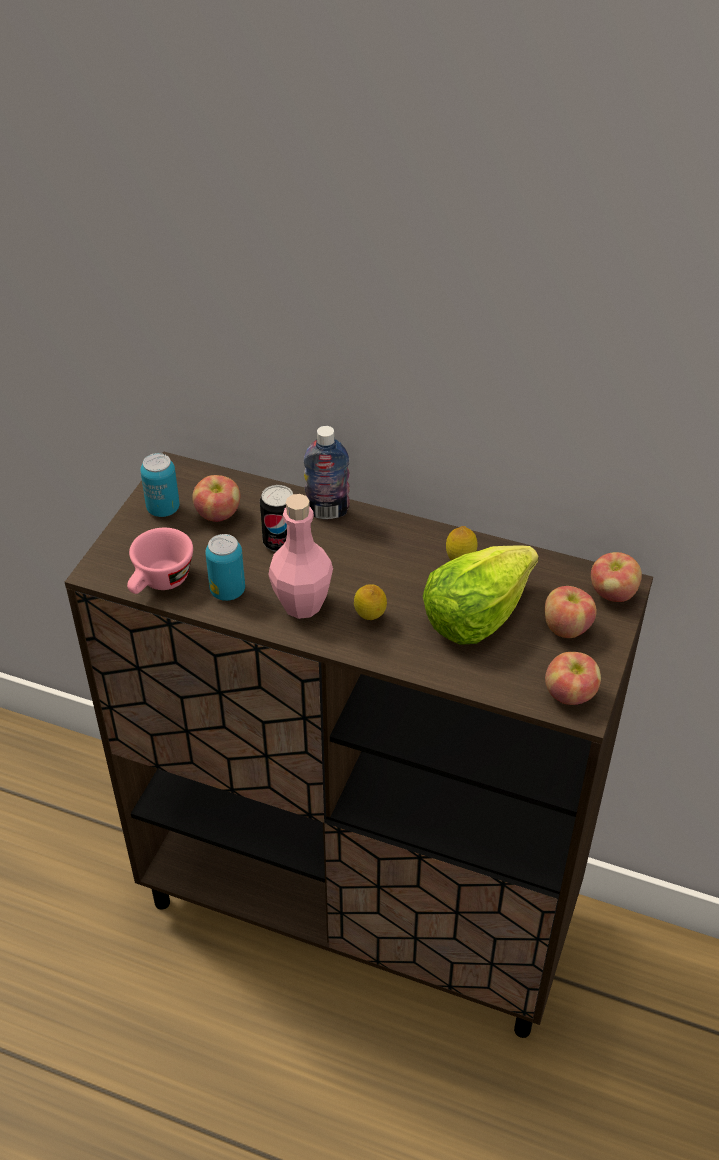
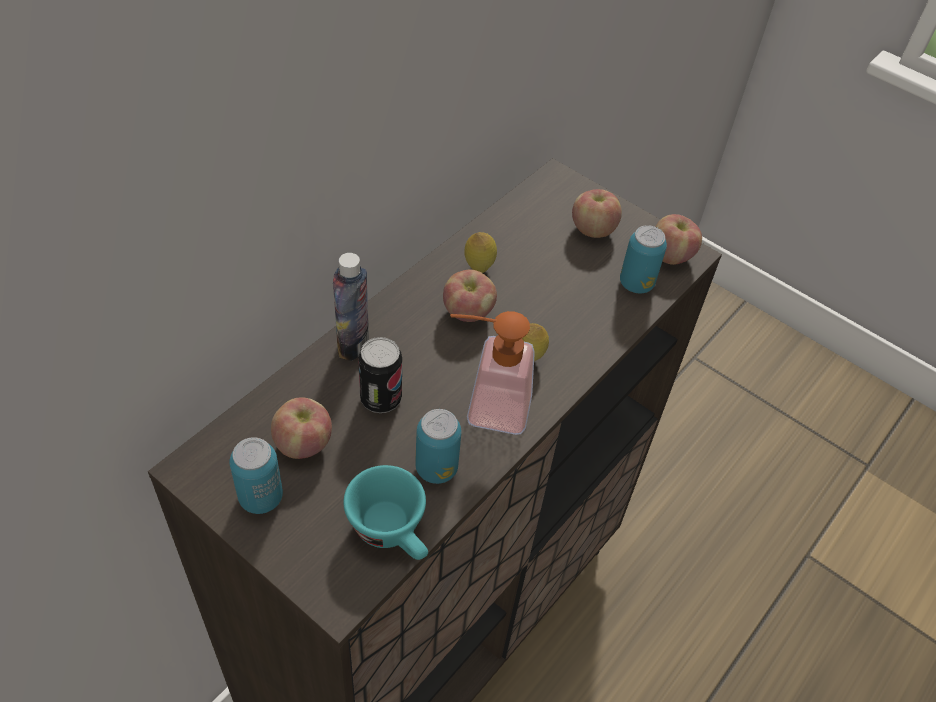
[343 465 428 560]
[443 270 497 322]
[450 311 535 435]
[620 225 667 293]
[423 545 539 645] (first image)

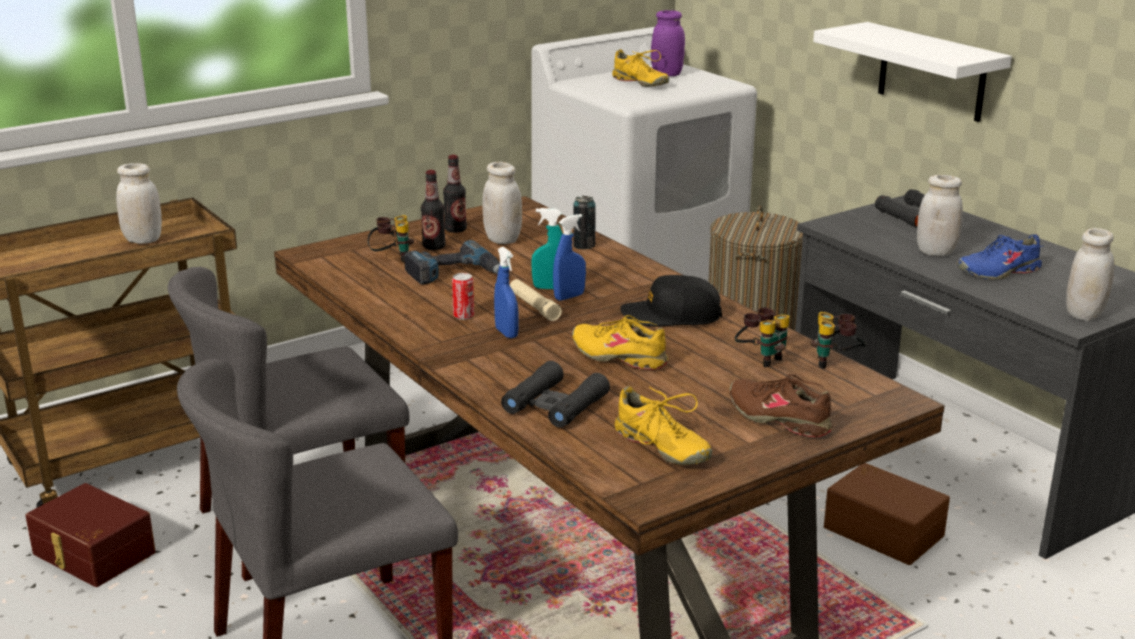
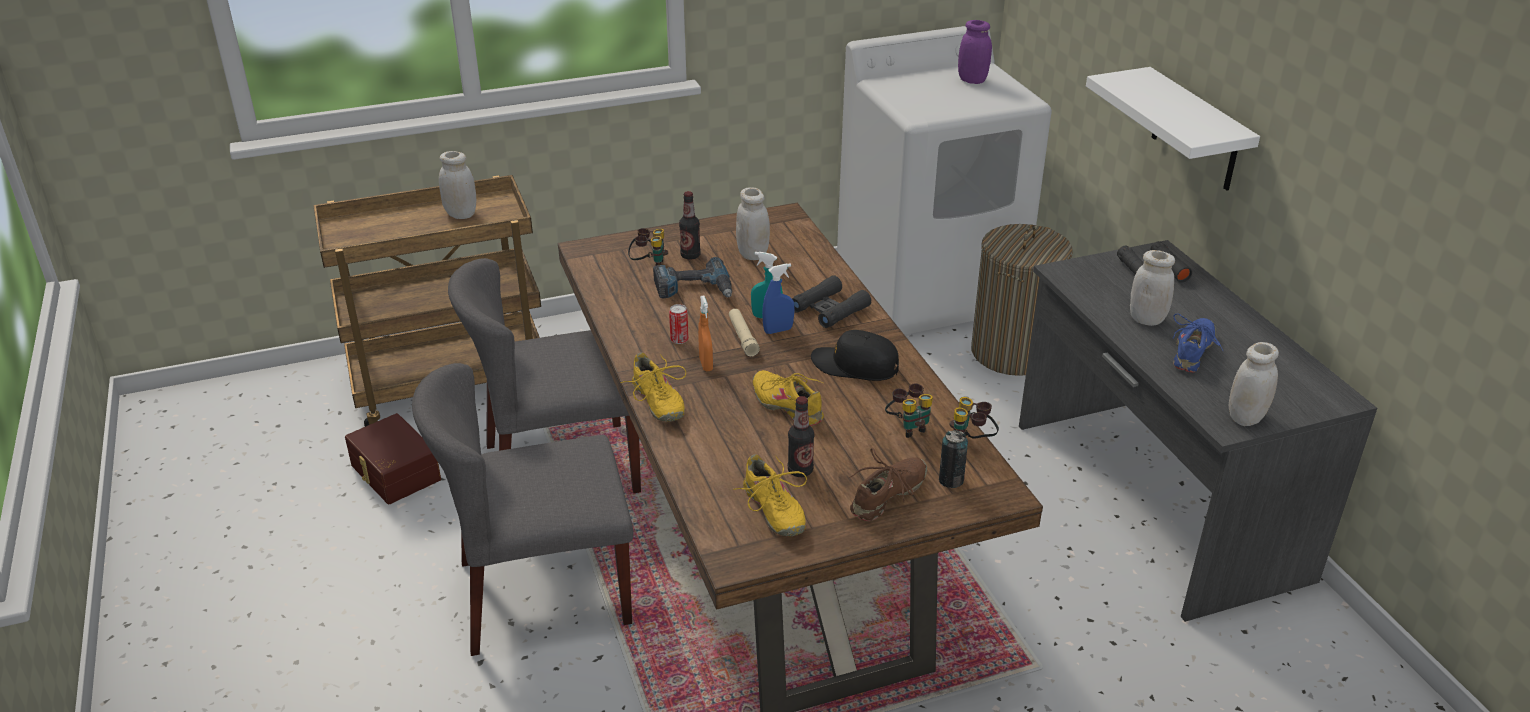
[621 352 686 422]
[698 295 713 371]
[788 396 814 477]
[792 275 871 328]
[849 448 927 521]
[939 430 968 488]
[1173 314 1223 373]
[824 463 950 565] (first image)

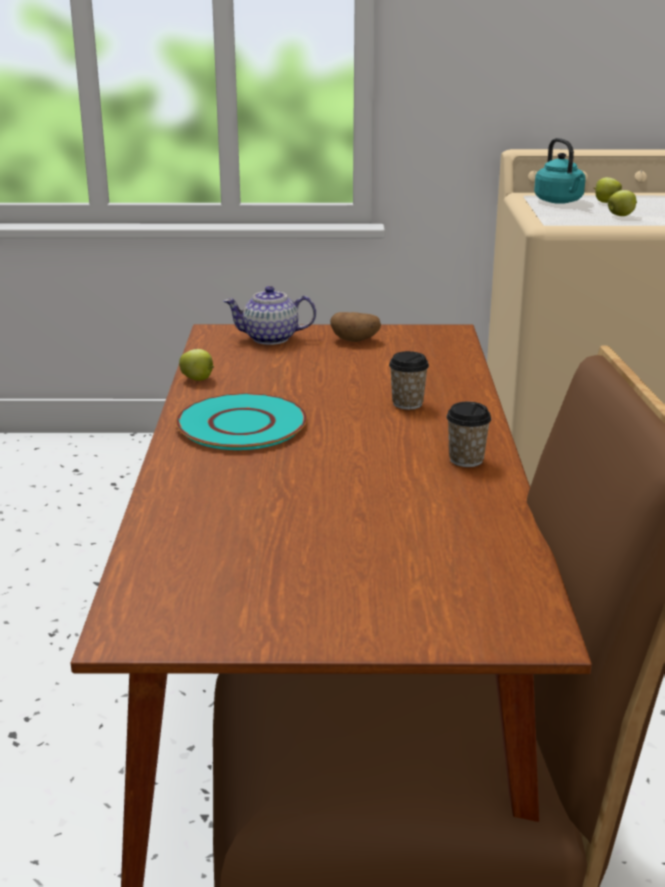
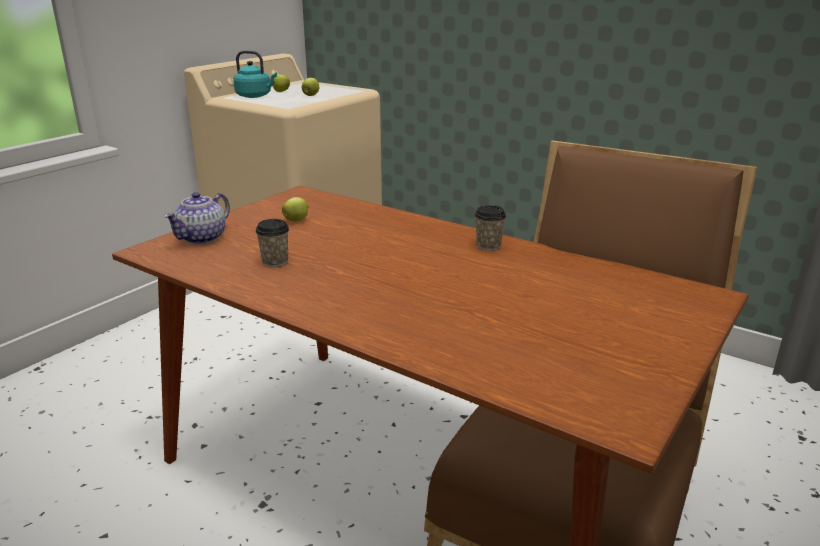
[255 219 289 267]
[282 197 309 221]
[176 393 307 450] (first image)
[330 312 381 342] (first image)

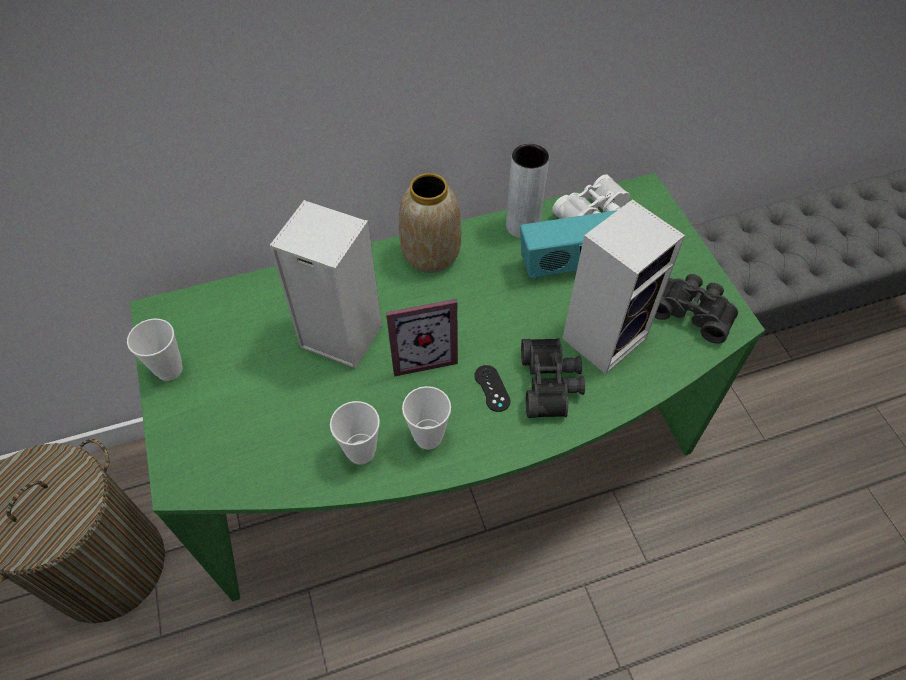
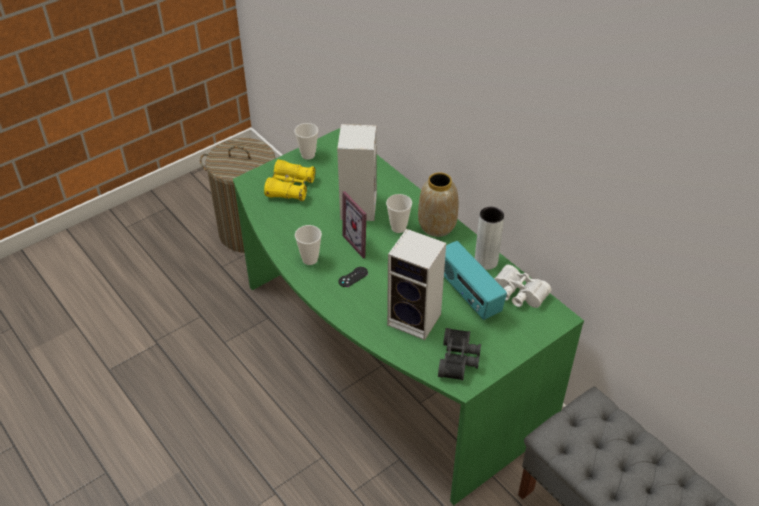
[264 160 315 201]
[386 194 412 233]
[521 338 585 418] (first image)

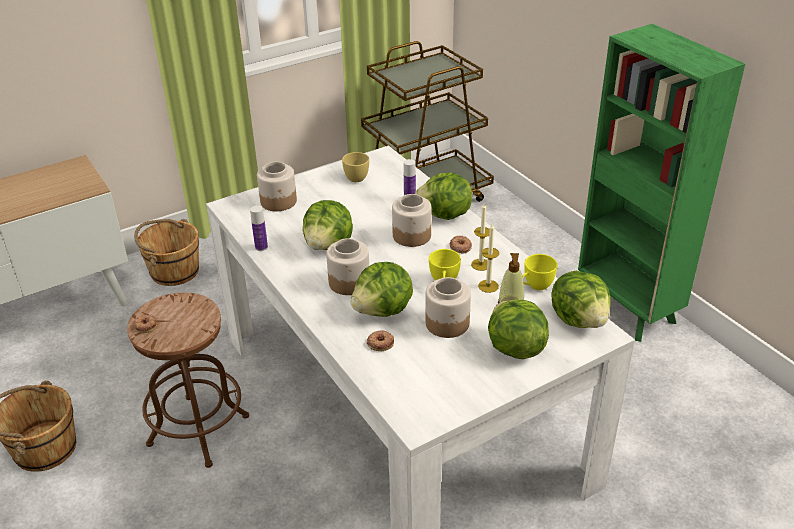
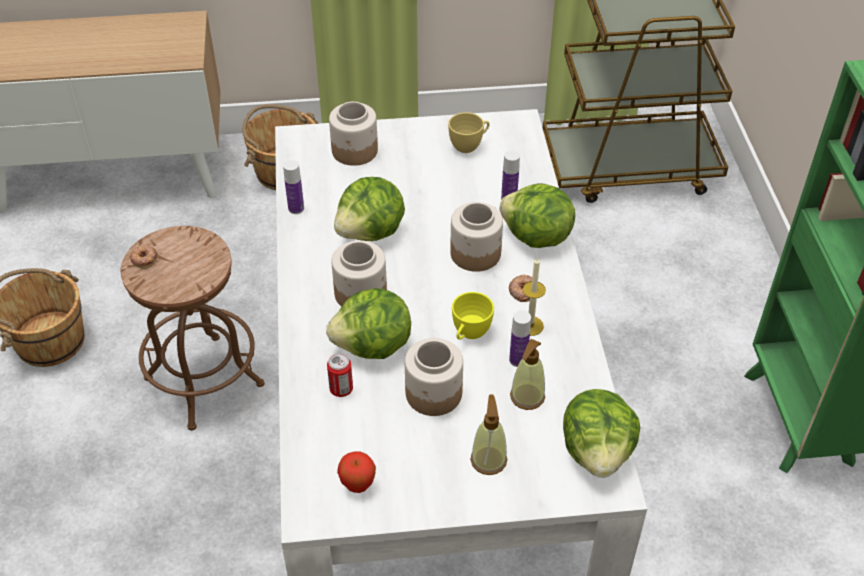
[327 353 353 397]
[337 451 376 493]
[470 394 507 475]
[509 310 531 367]
[522 254 558 290] (first image)

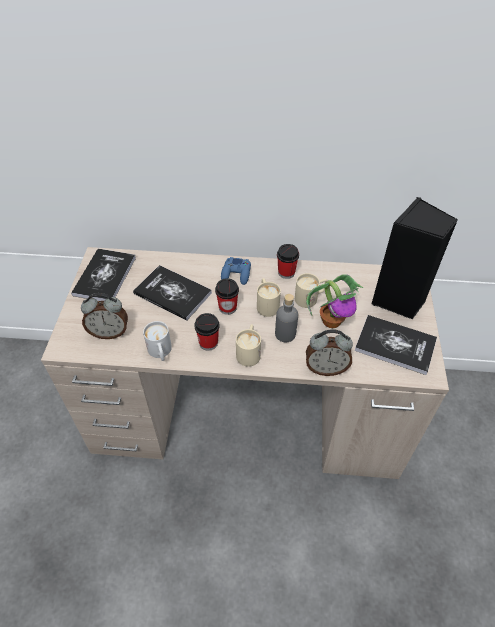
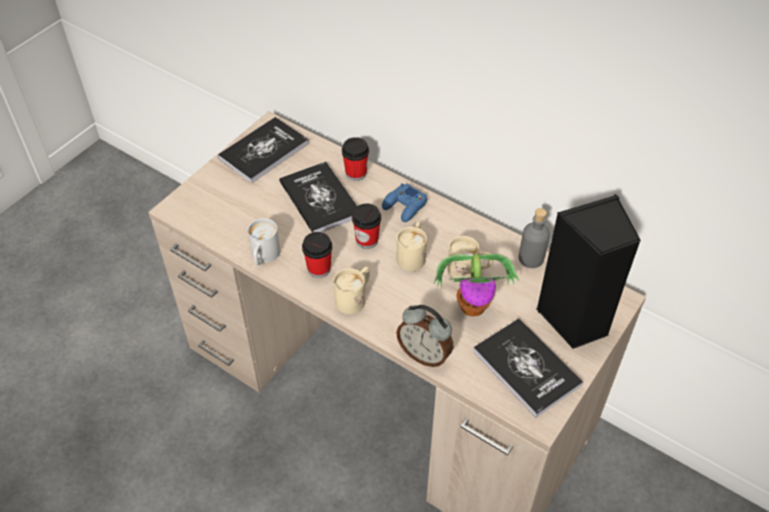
[342 137 369 181]
[518 208 550 268]
[81 293 128 339] (first image)

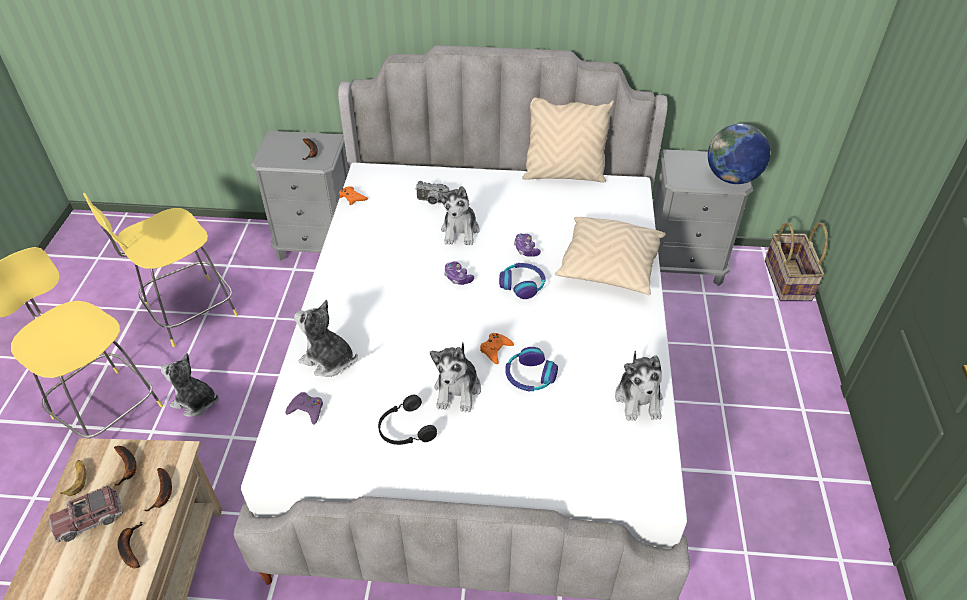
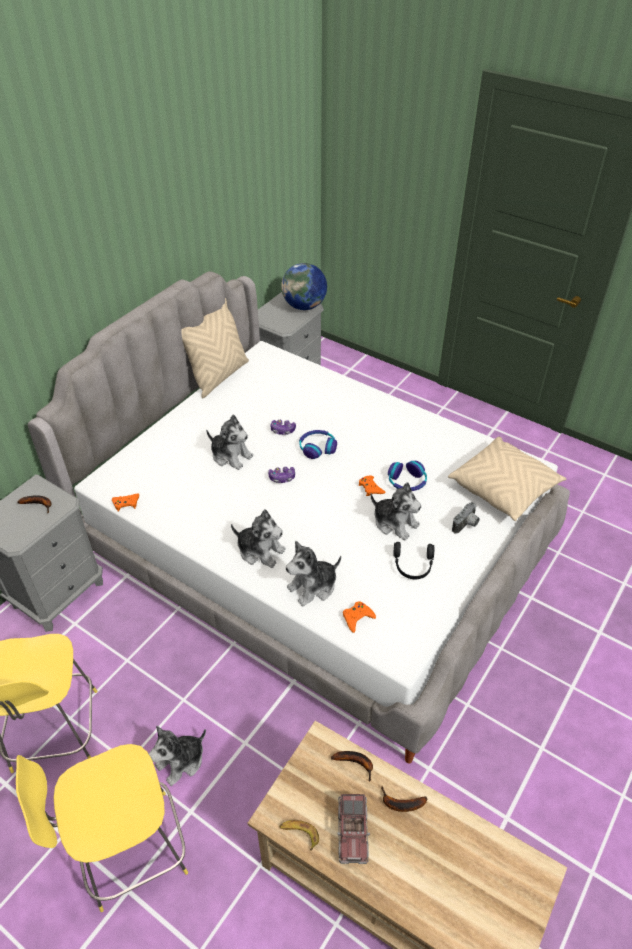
[231 509 286 568]
[343 601 376 633]
[448 437 566 521]
[452 502 480 534]
[114 446 137 485] (first image)
[765 223 828 301] (first image)

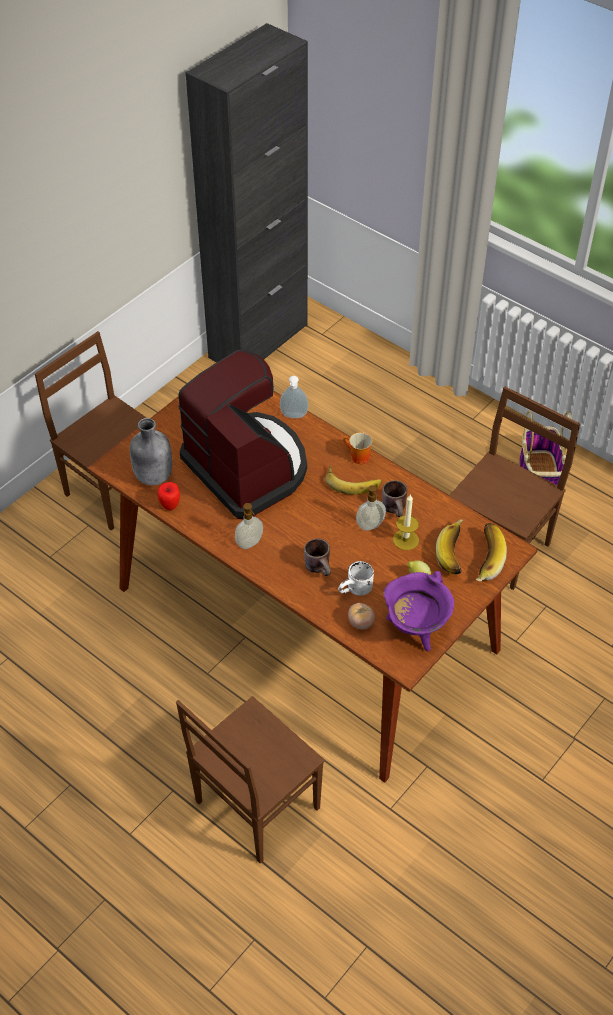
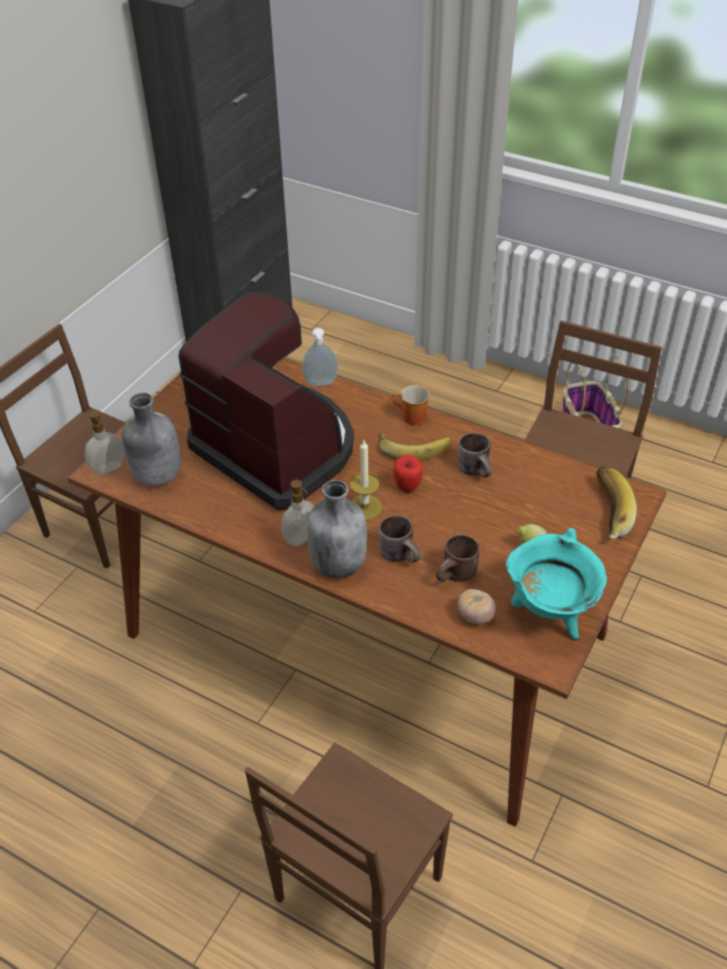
[85 411 124 474]
[307 480 367 578]
[350 441 382 520]
[393 455 423 493]
[436 534 480 582]
[506 528 607 639]
[436 519 463 574] (first image)

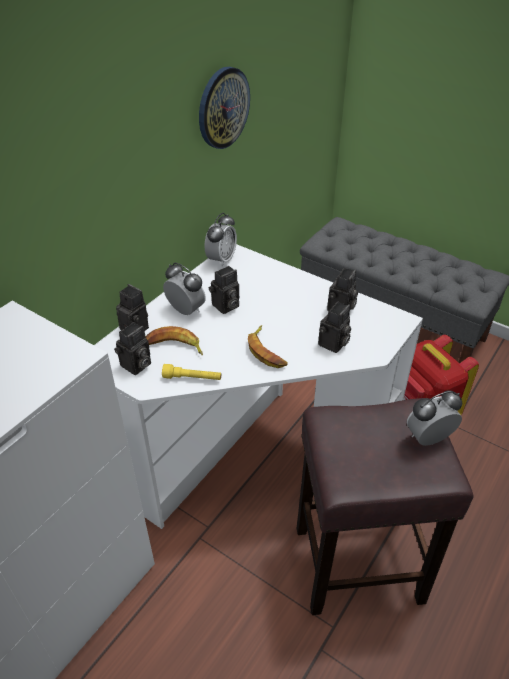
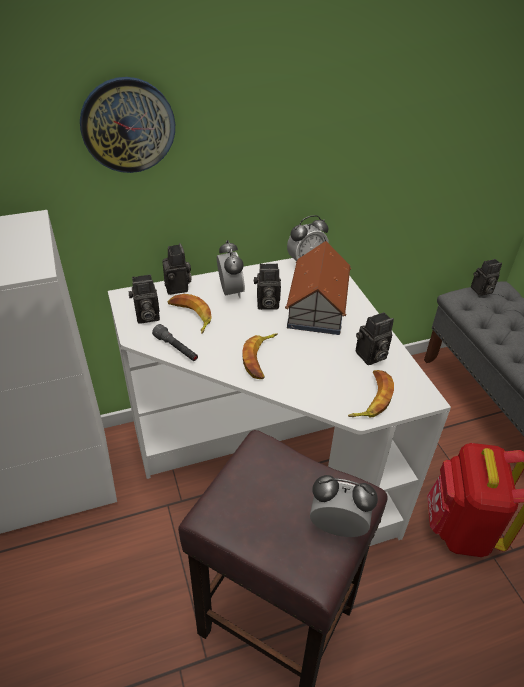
[80 77 175 173]
[152 324 198 361]
[285 241 351 335]
[348 370 394 417]
[471 259 502 296]

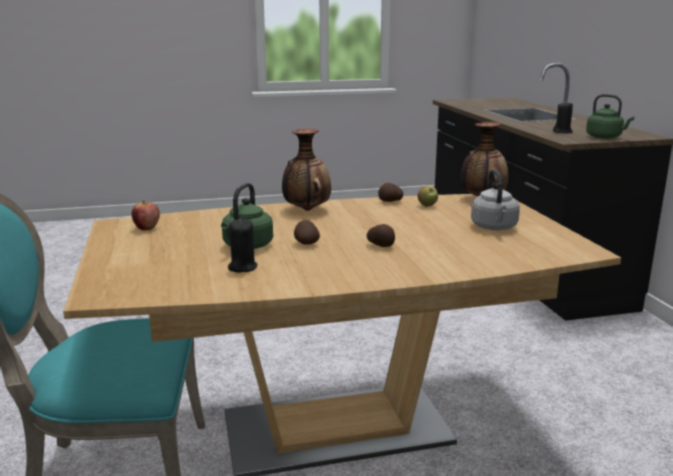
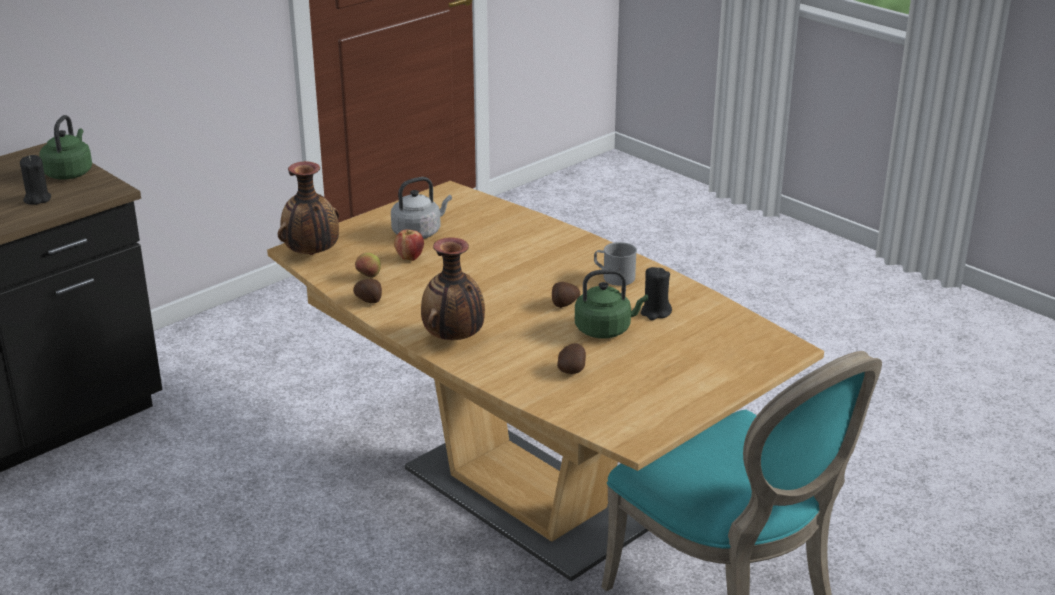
[394 229 424 261]
[557 343 586 374]
[594 242 637 286]

